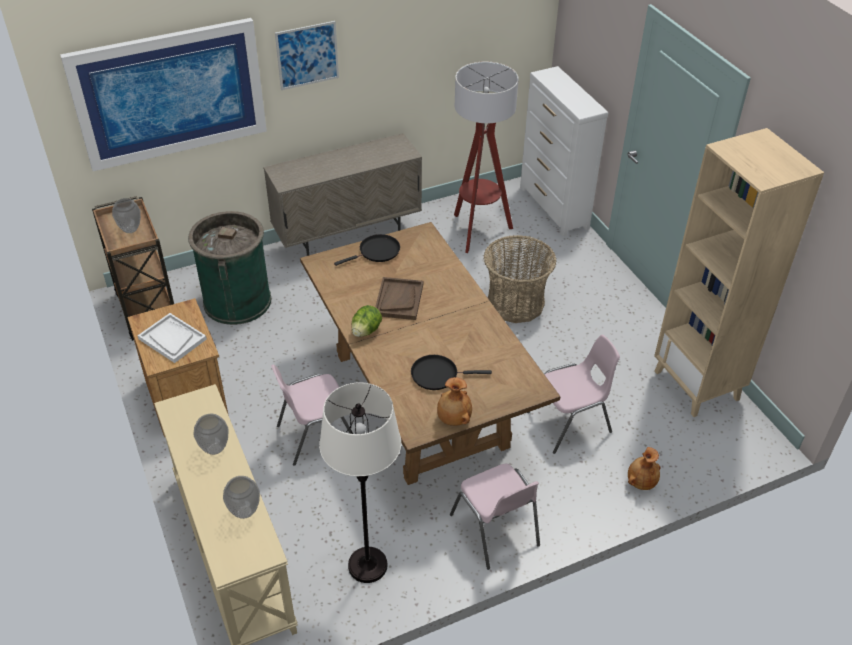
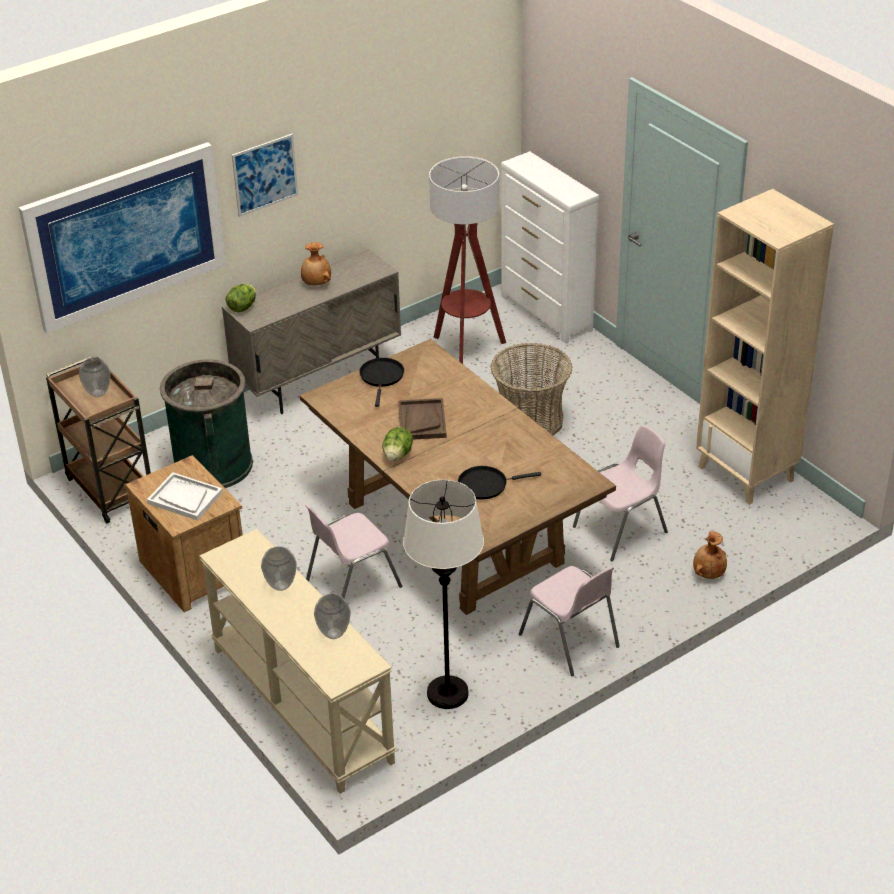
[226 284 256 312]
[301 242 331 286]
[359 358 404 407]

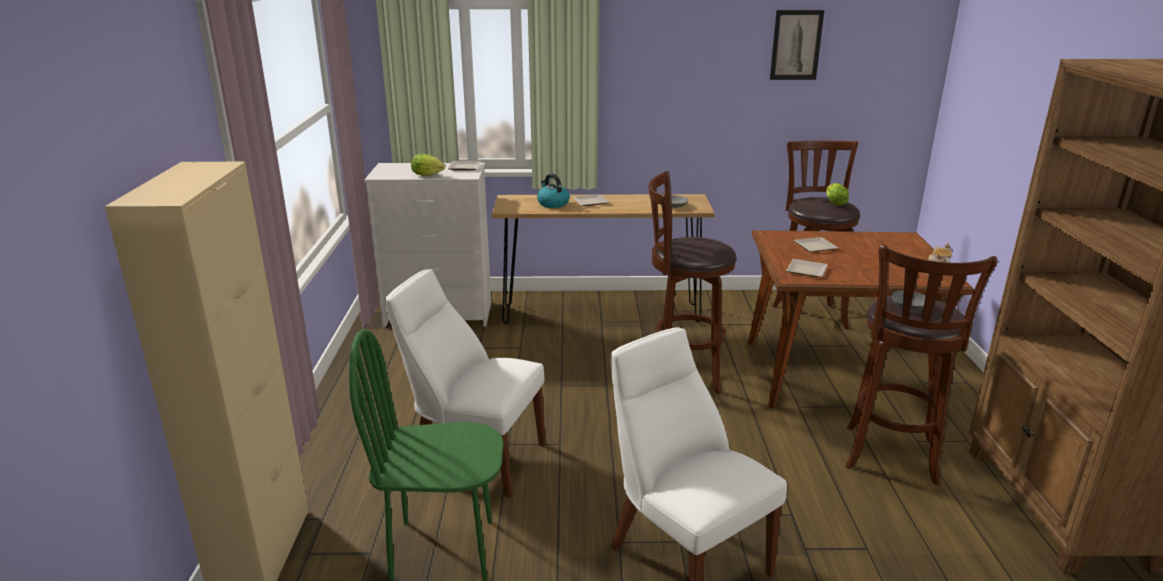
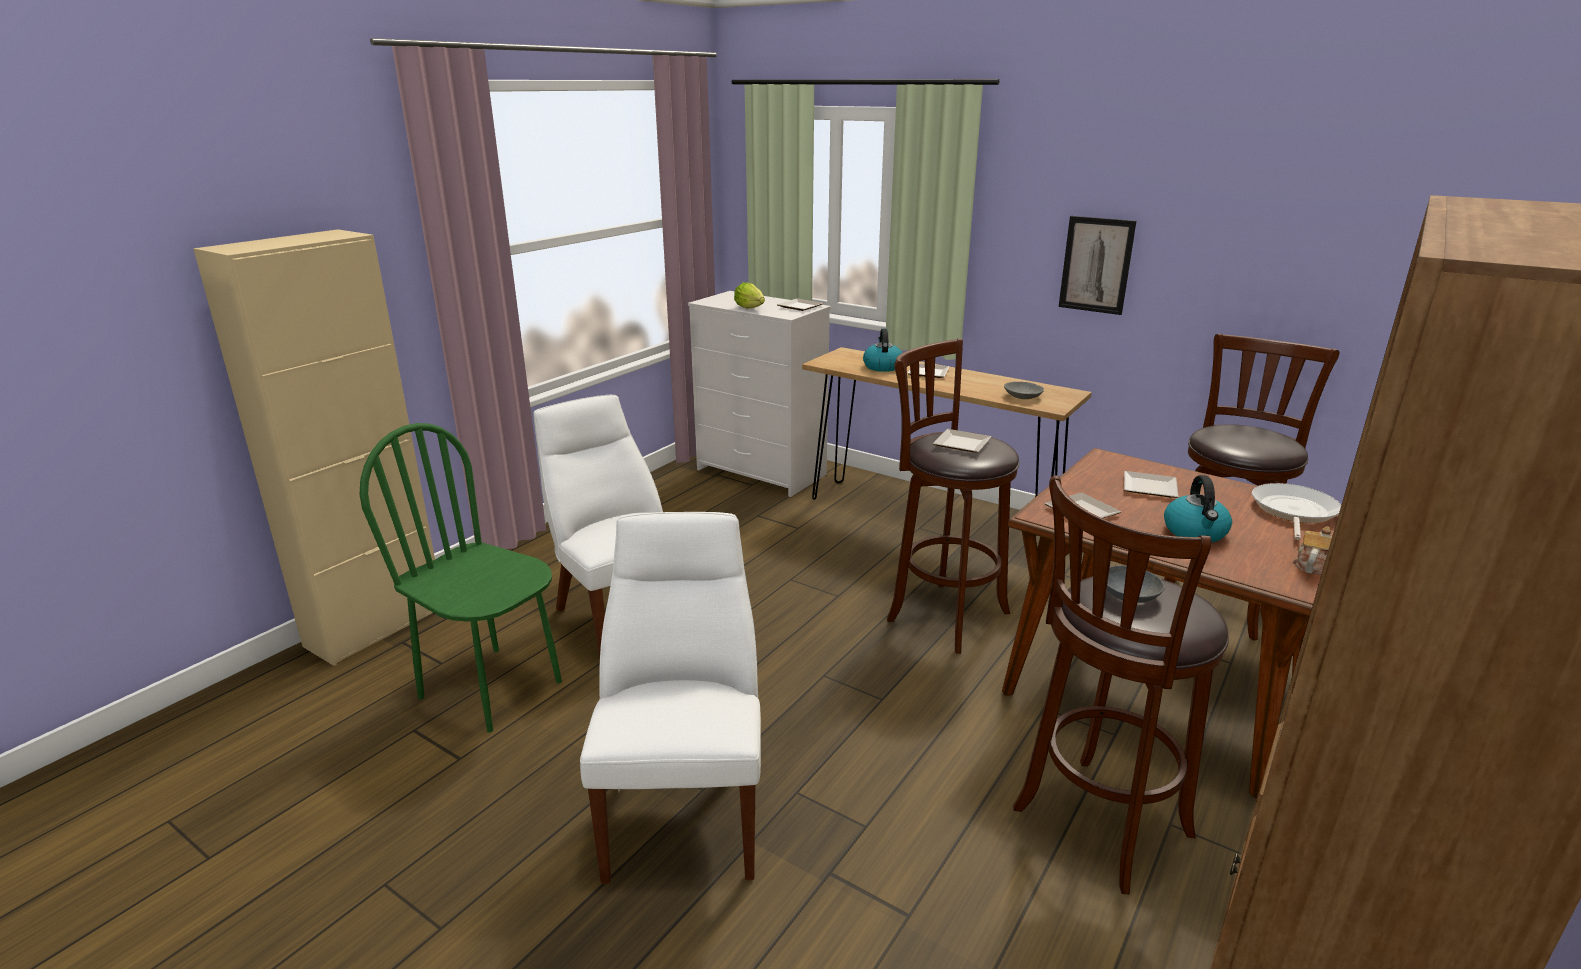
[933 429 991 453]
[1059 216 1137 315]
[1164 475 1232 543]
[1252 483 1341 540]
[826 183 849 206] (first image)

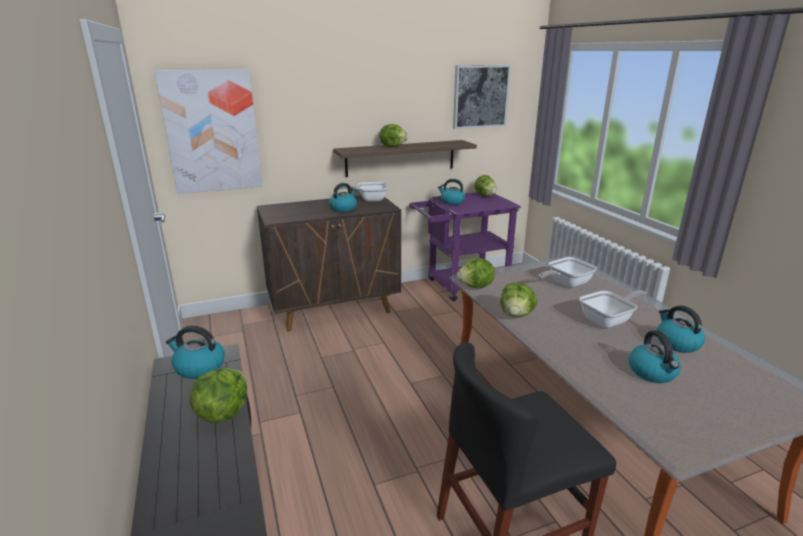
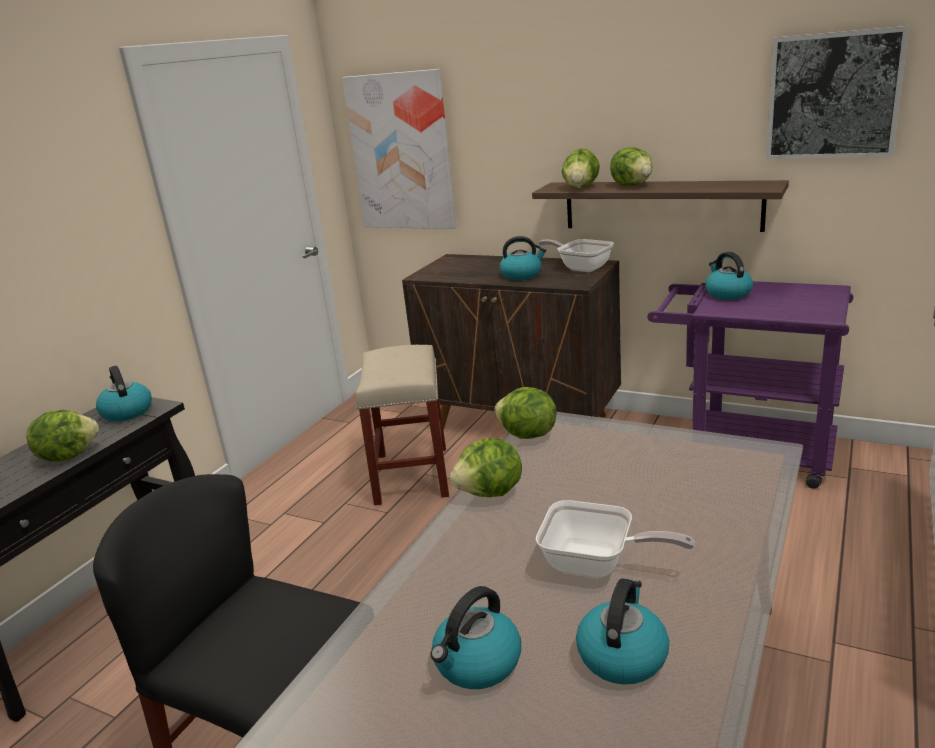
[356 345 449 505]
[562 148 600 189]
[538 257 597 288] (first image)

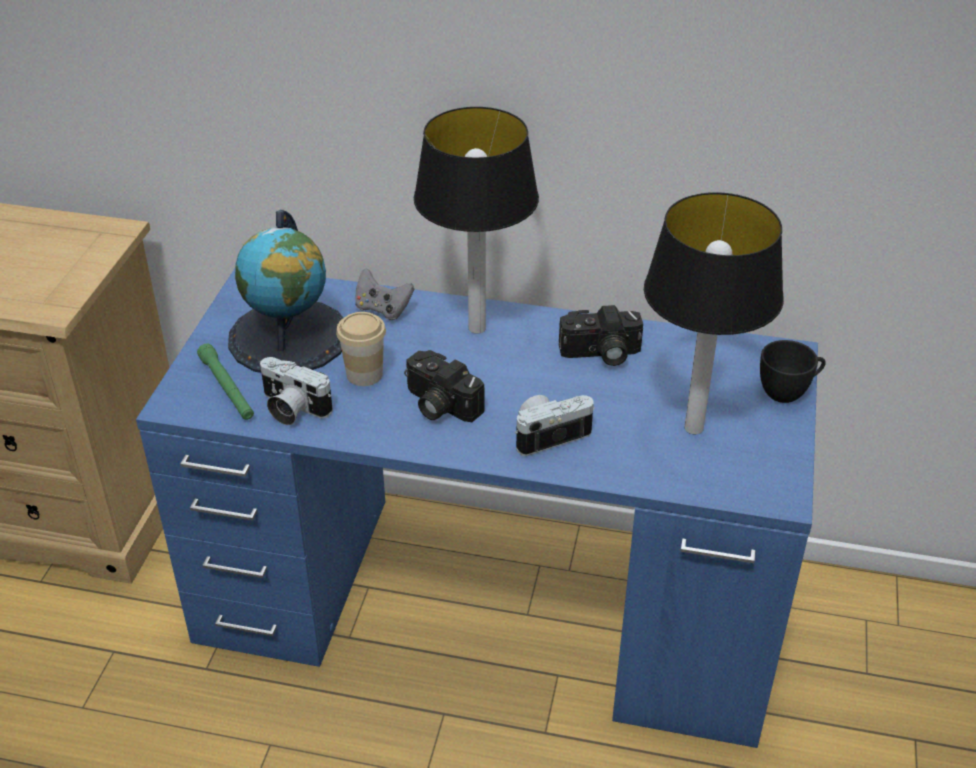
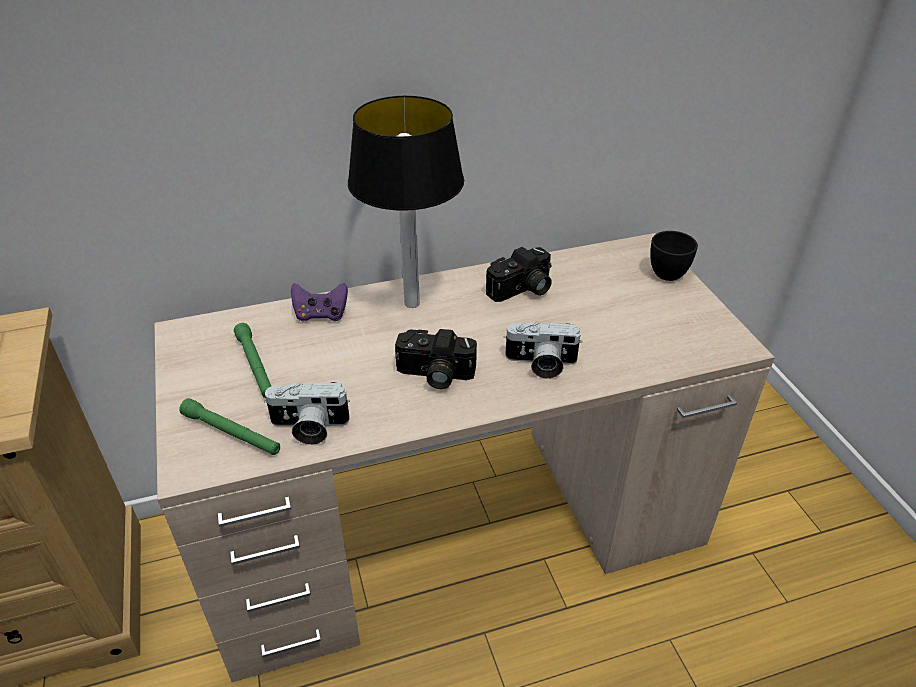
[154 233 775 682]
[234 323 271 398]
[291 283 348 321]
[503 322 583 379]
[336 312 386 386] (first image)
[644 192 784 434] (first image)

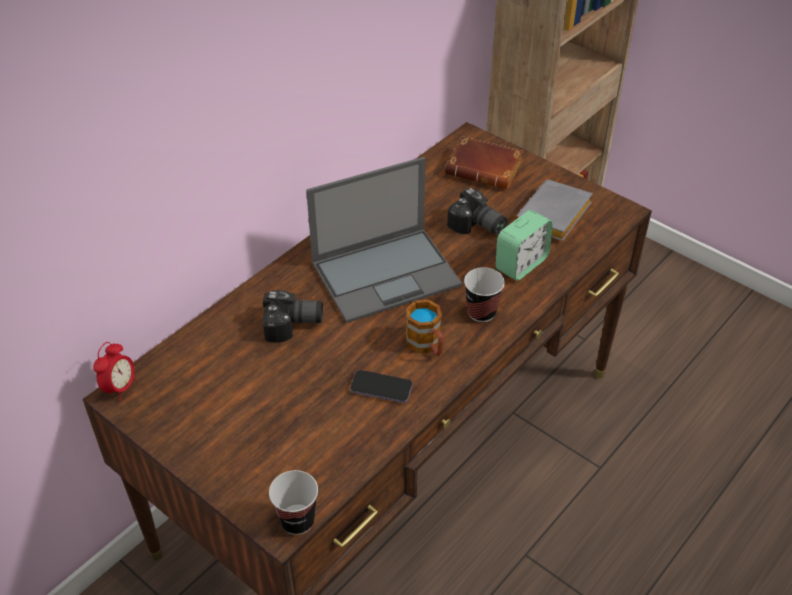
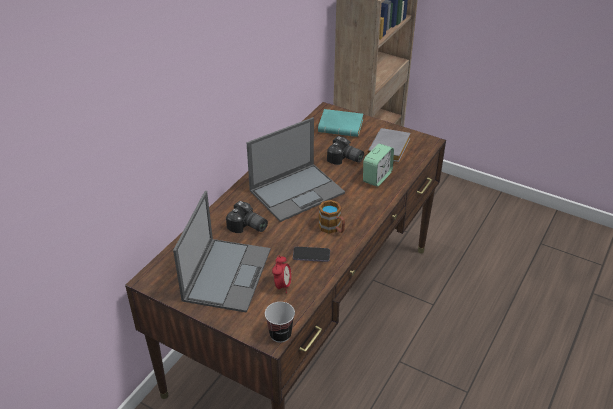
[173 191 271 313]
[226 201 268 233]
[272 255 291 293]
[318 109 363 137]
[464 267 505 322] (first image)

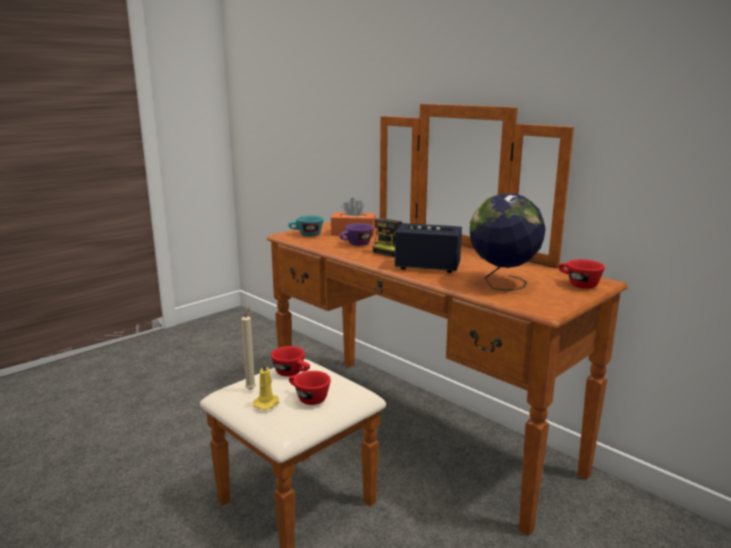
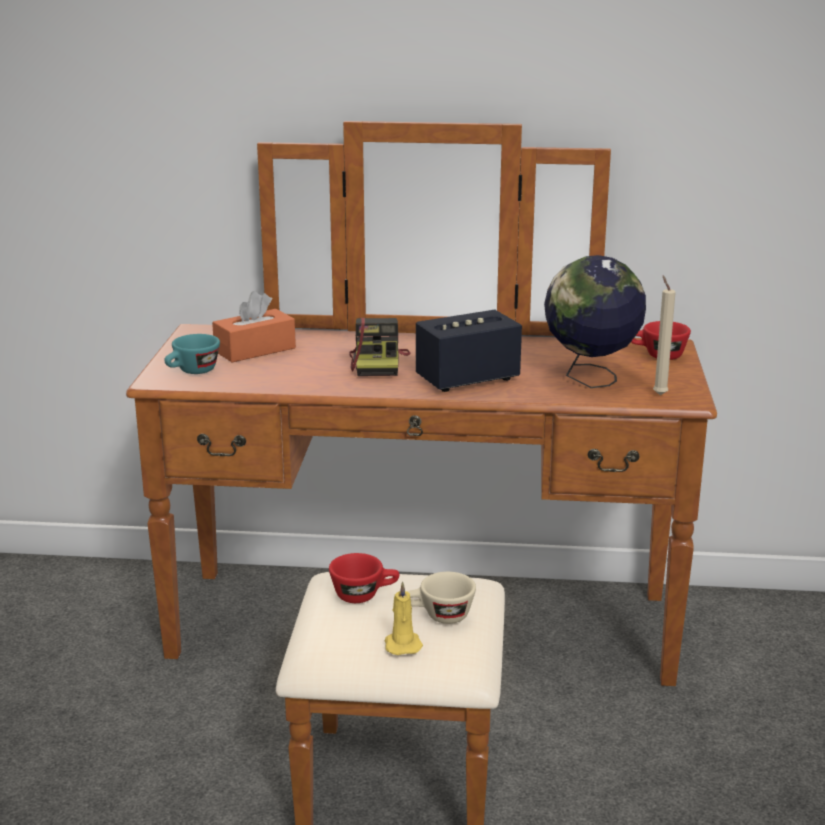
[408 572 476 624]
[653 276 676 395]
[339 223 373 246] (first image)

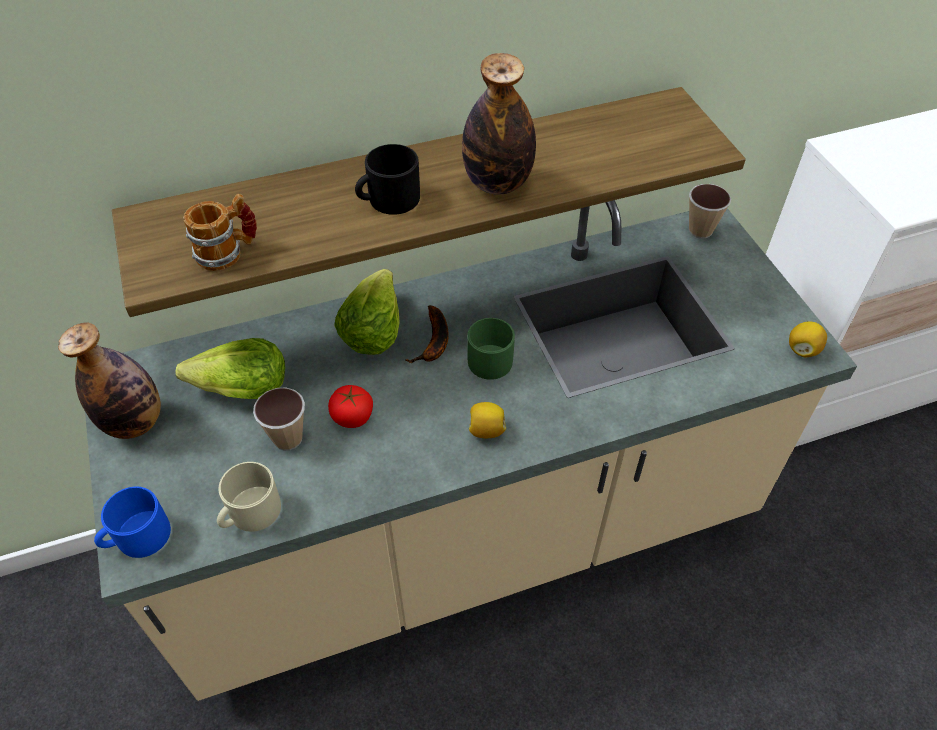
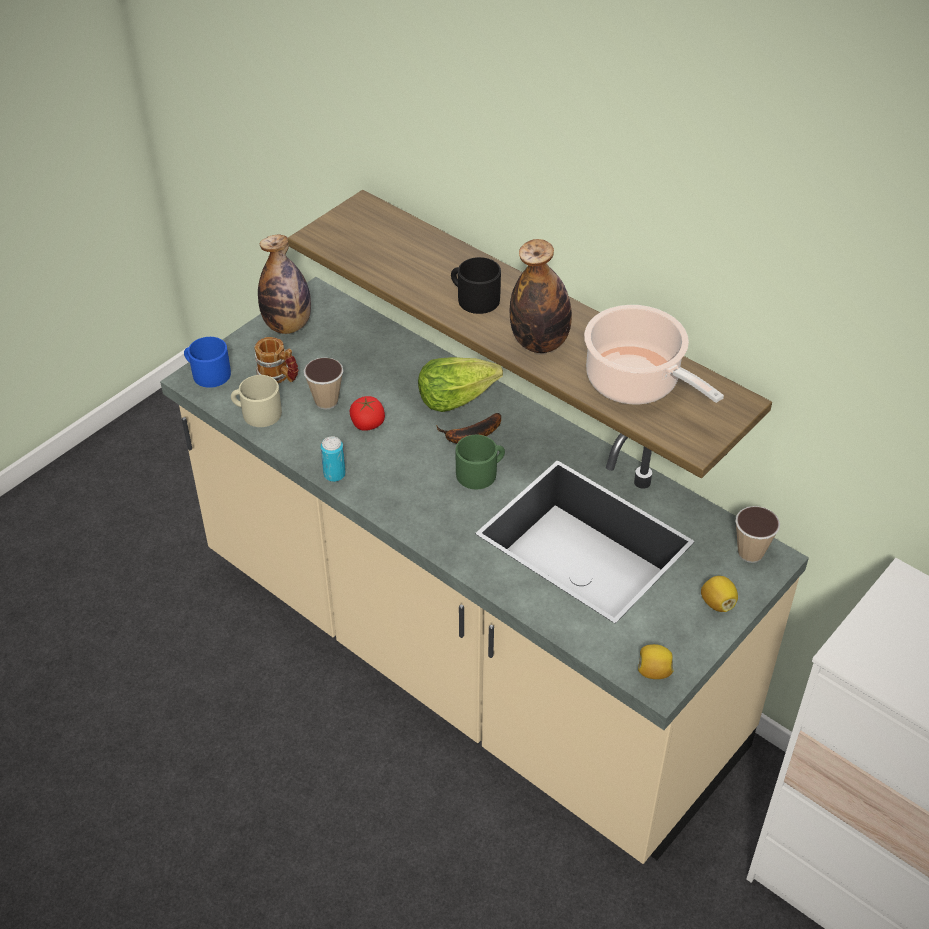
[254 337 298 383]
[321 436 346 482]
[584 305 724 405]
[701 576 738 612]
[176 338 285 399] (first image)

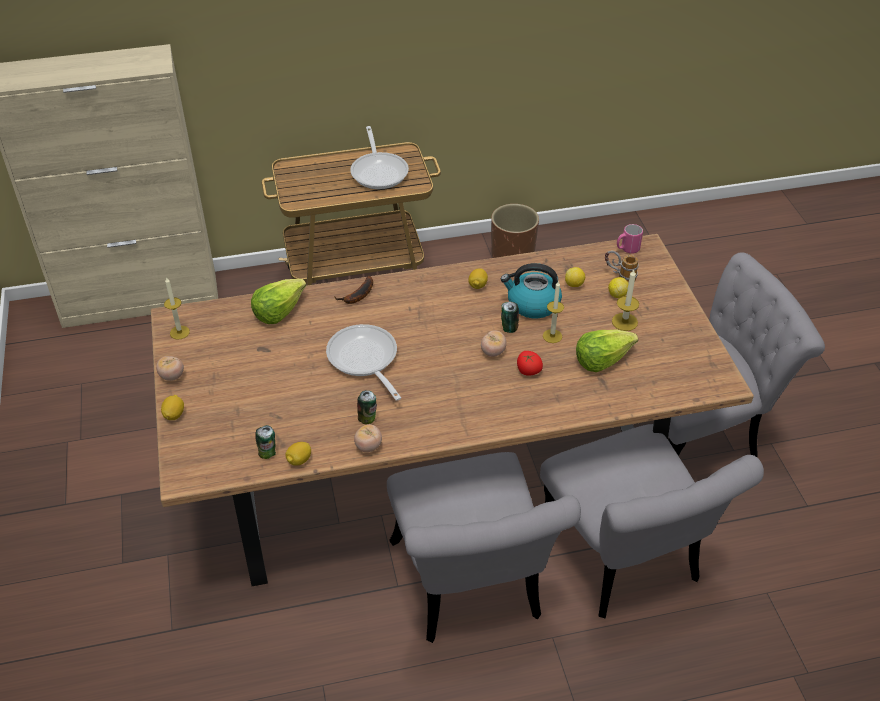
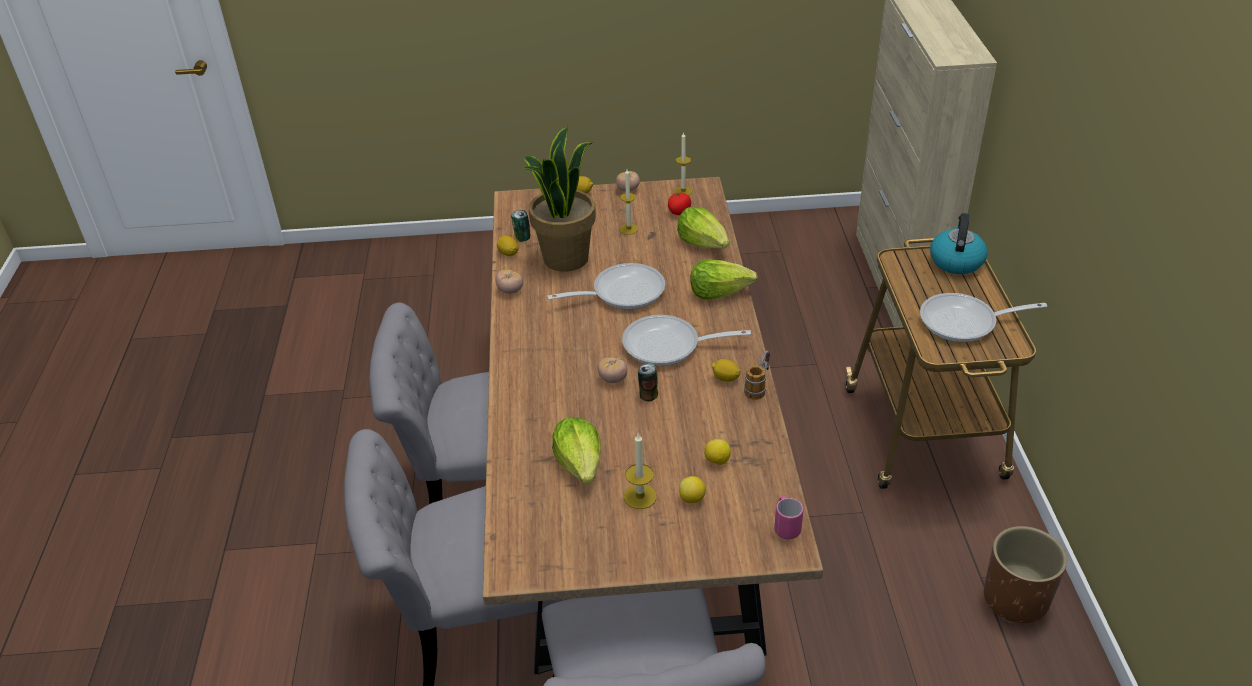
[523 126 596 272]
[620 170 638 235]
[622 315 751 366]
[668 192 691 215]
[691 259 758 300]
[744 351 770 400]
[930 213 988 274]
[357 390 377 424] (first image)

